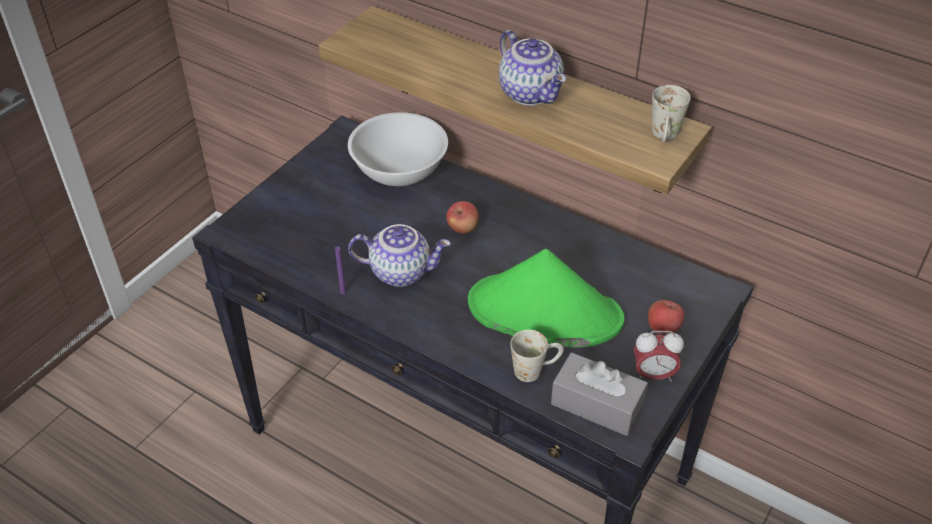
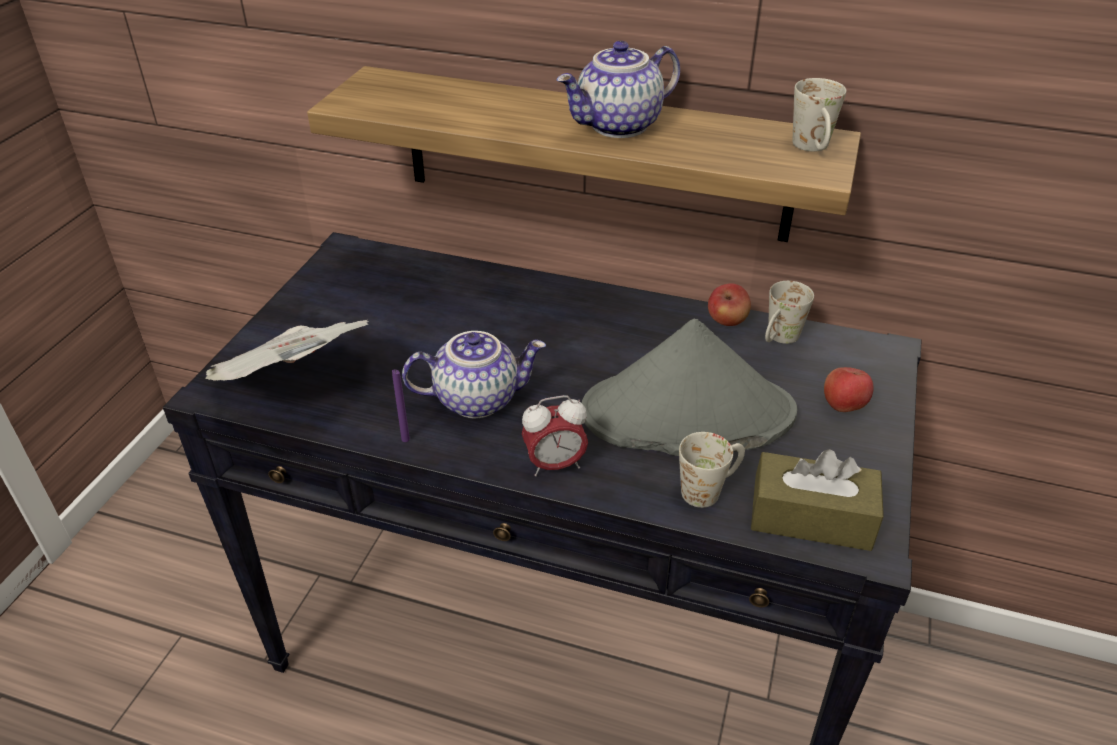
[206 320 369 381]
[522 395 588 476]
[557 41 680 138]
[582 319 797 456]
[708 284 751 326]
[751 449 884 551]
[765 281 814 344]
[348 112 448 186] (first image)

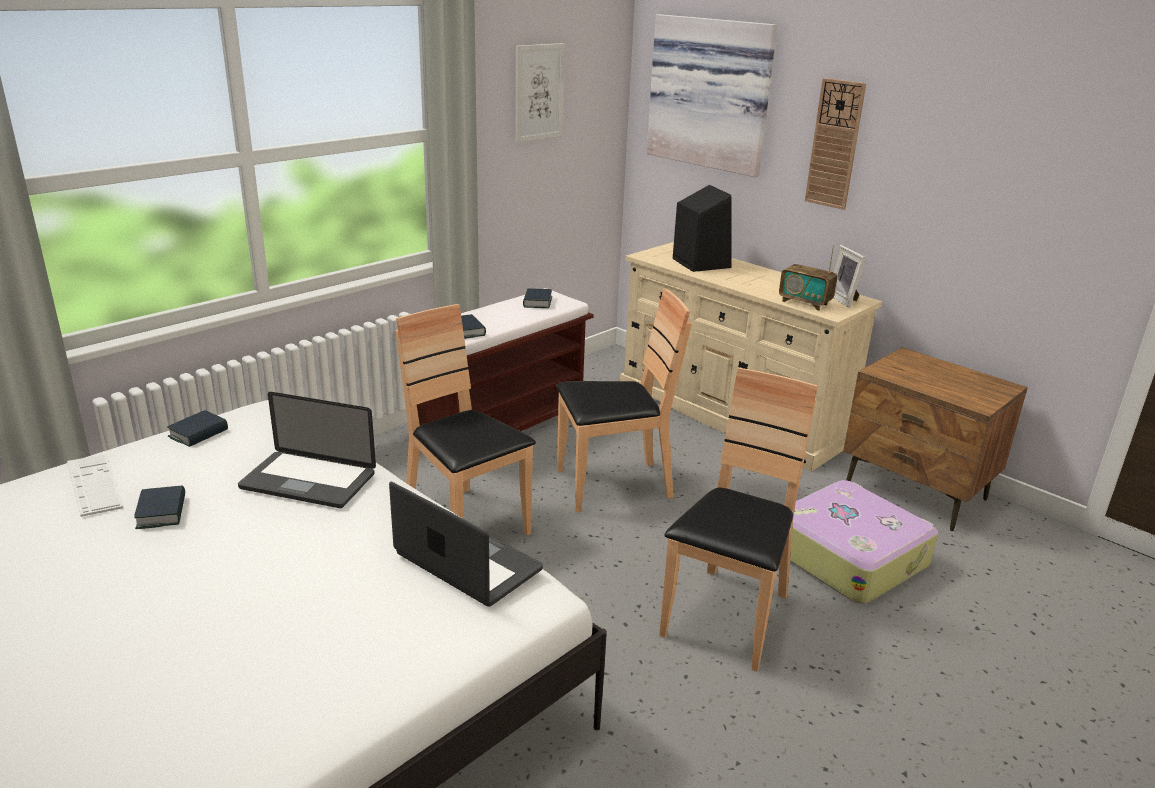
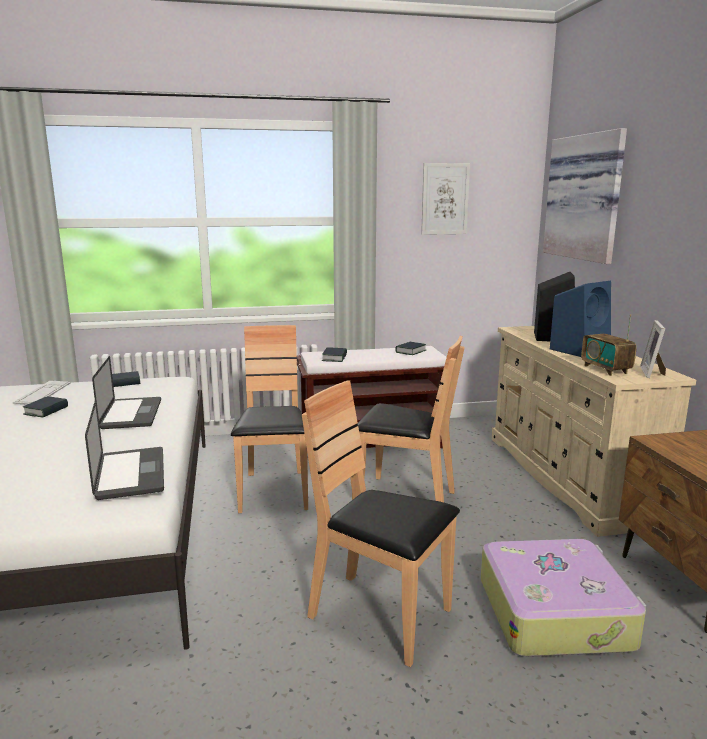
[92 356 161 429]
[302 380 460 667]
[550 281 611 357]
[805 78 866 210] (first image)

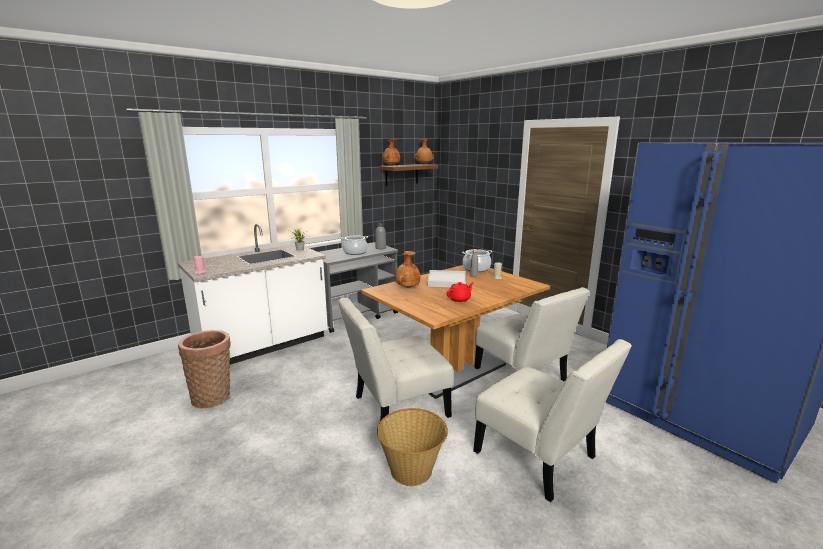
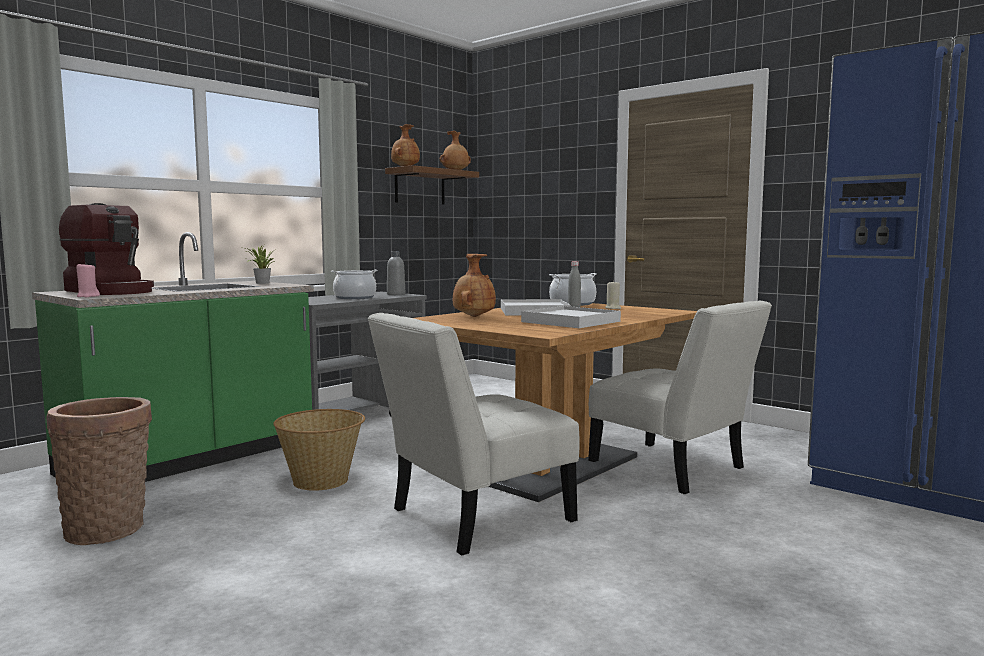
[32 232 314 482]
[59 203 154 295]
[273 409 365 491]
[521 306 621 328]
[473 339 632 502] (first image)

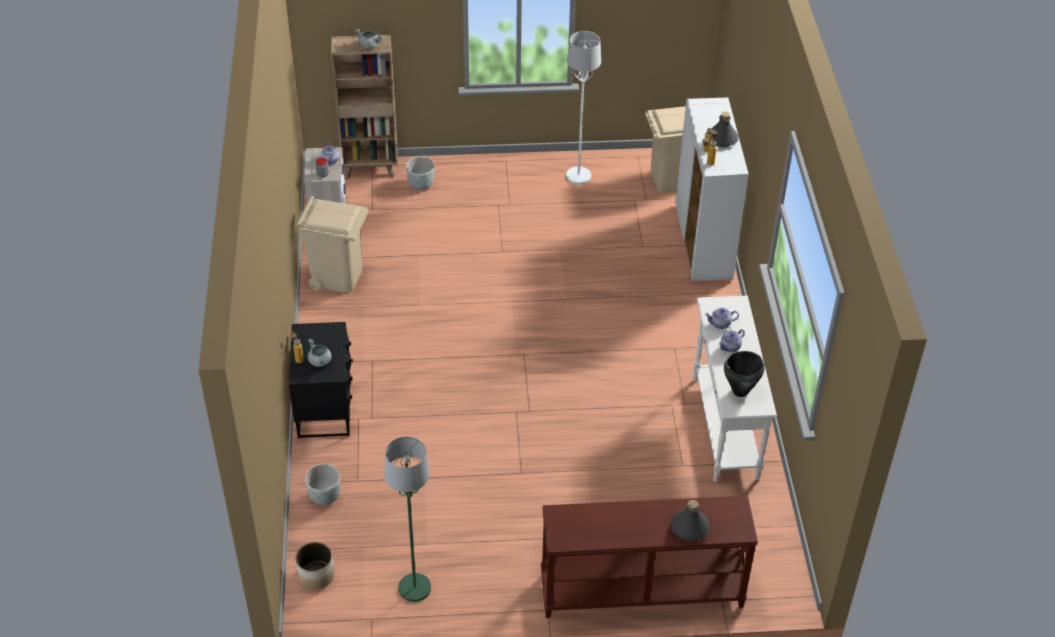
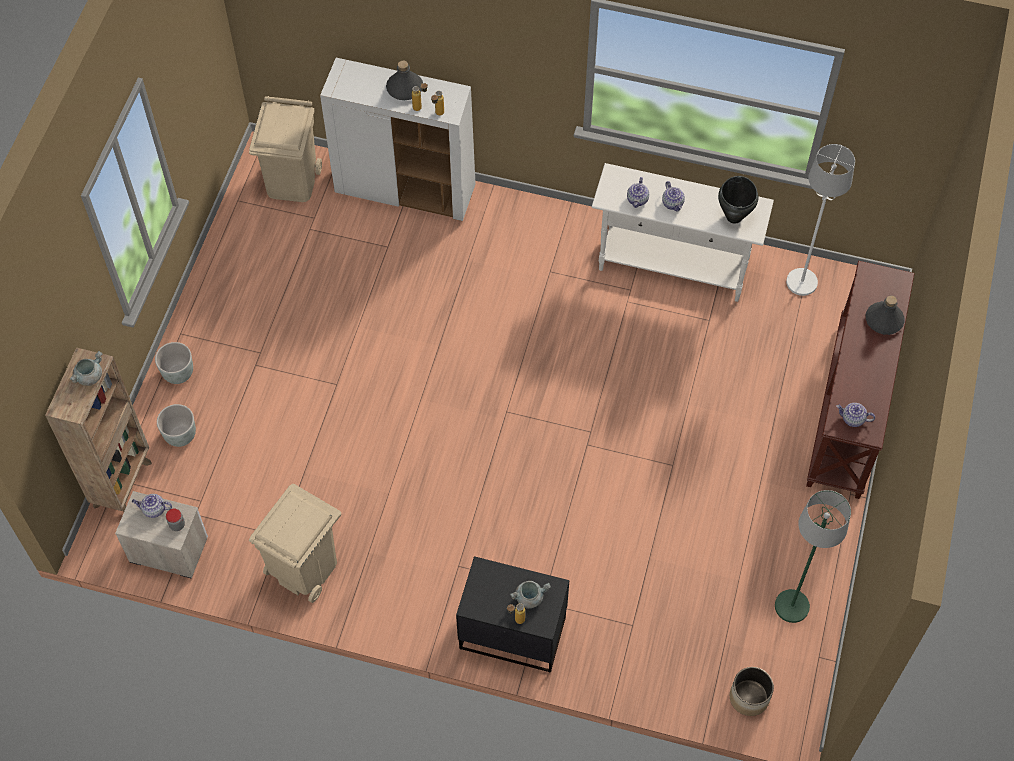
[155 342 193 384]
[786 144 855 296]
[836 403 875 427]

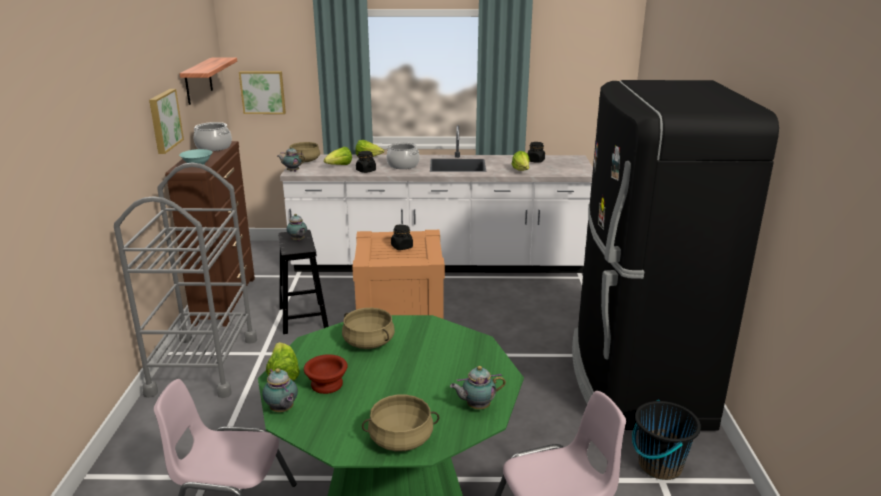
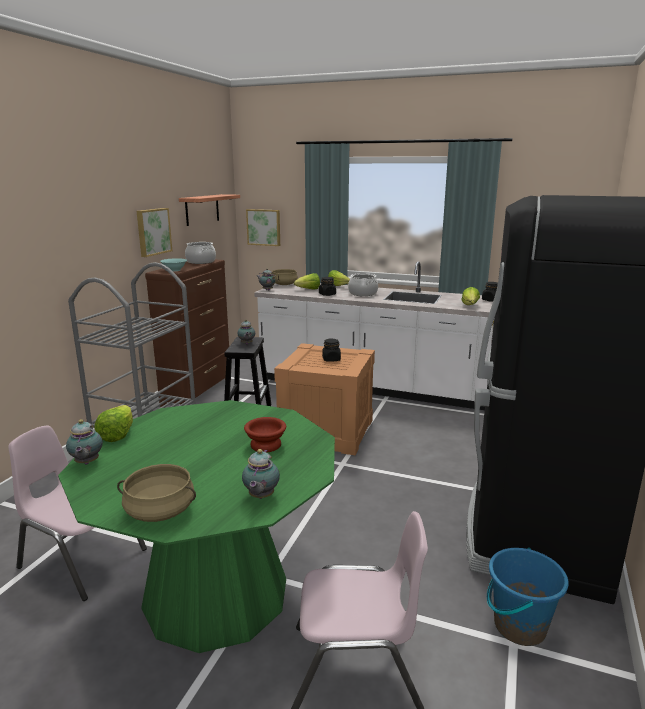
[242 449 280 499]
[244 417 286 452]
[487 548 569 646]
[342 308 395 349] (first image)

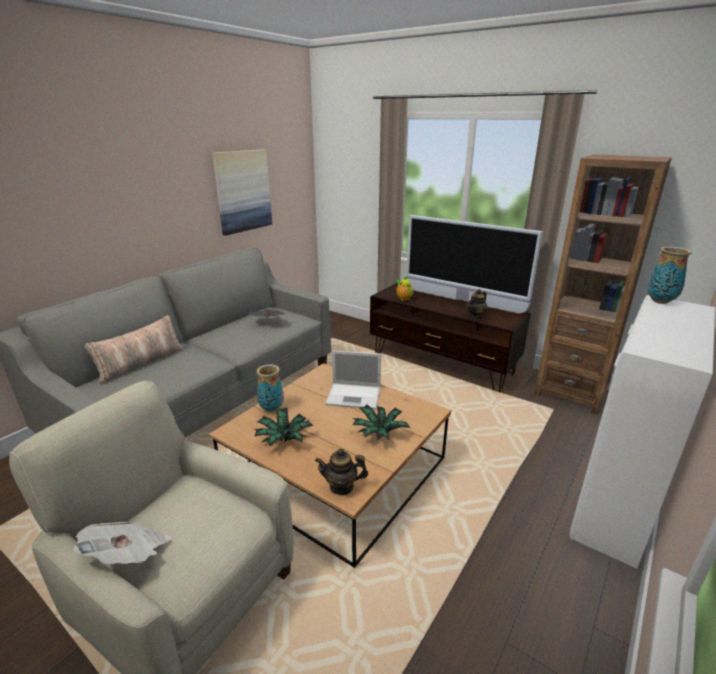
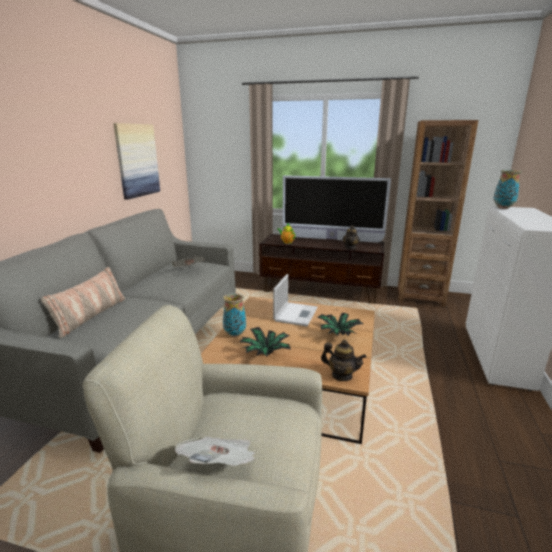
[273 274 318 326]
[321 340 366 381]

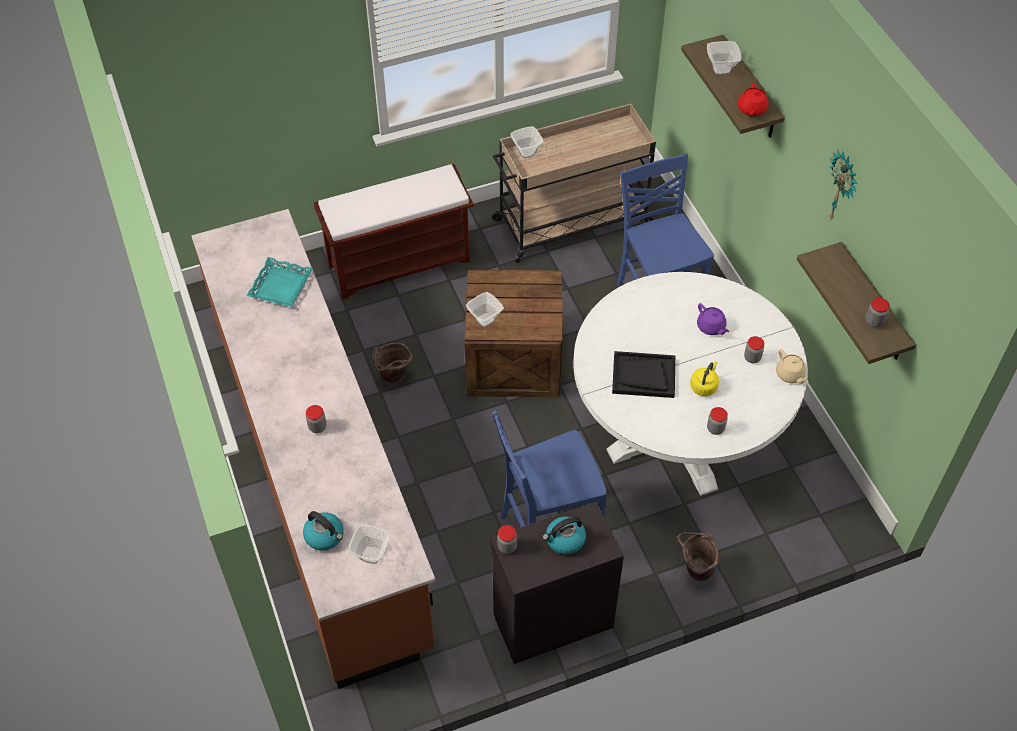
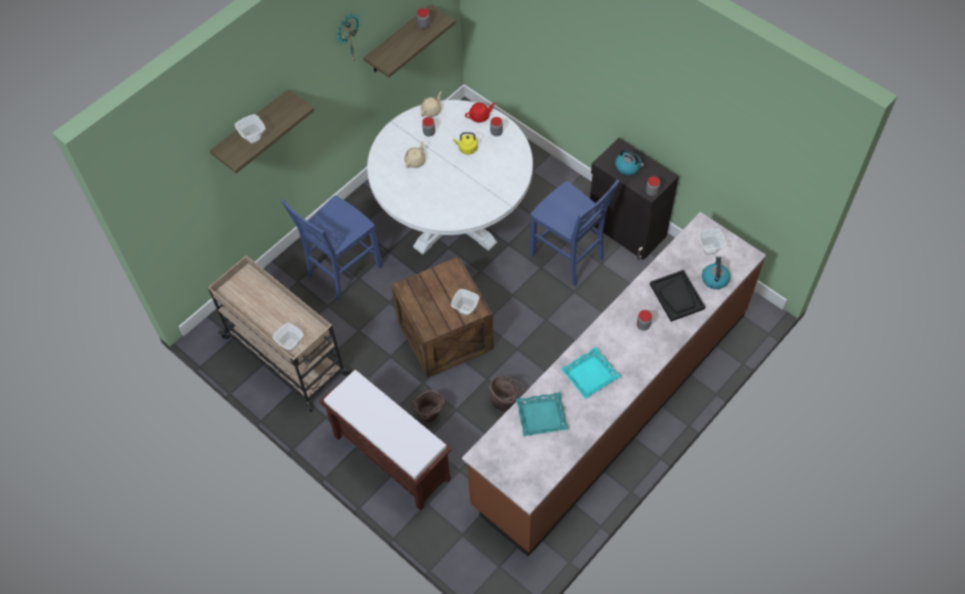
[404 141 426 168]
[412 390 445 423]
[465 103 495 123]
[561 347 621 399]
[650 270 705 322]

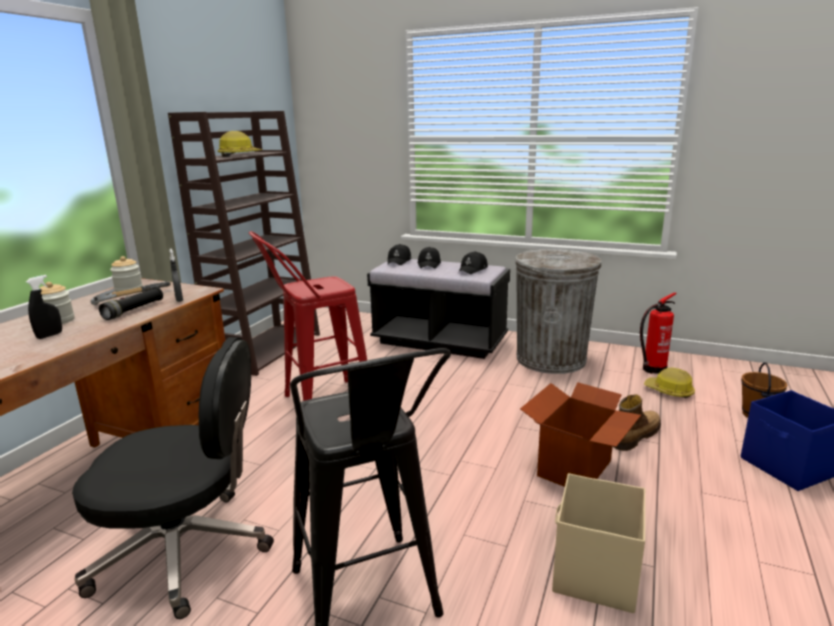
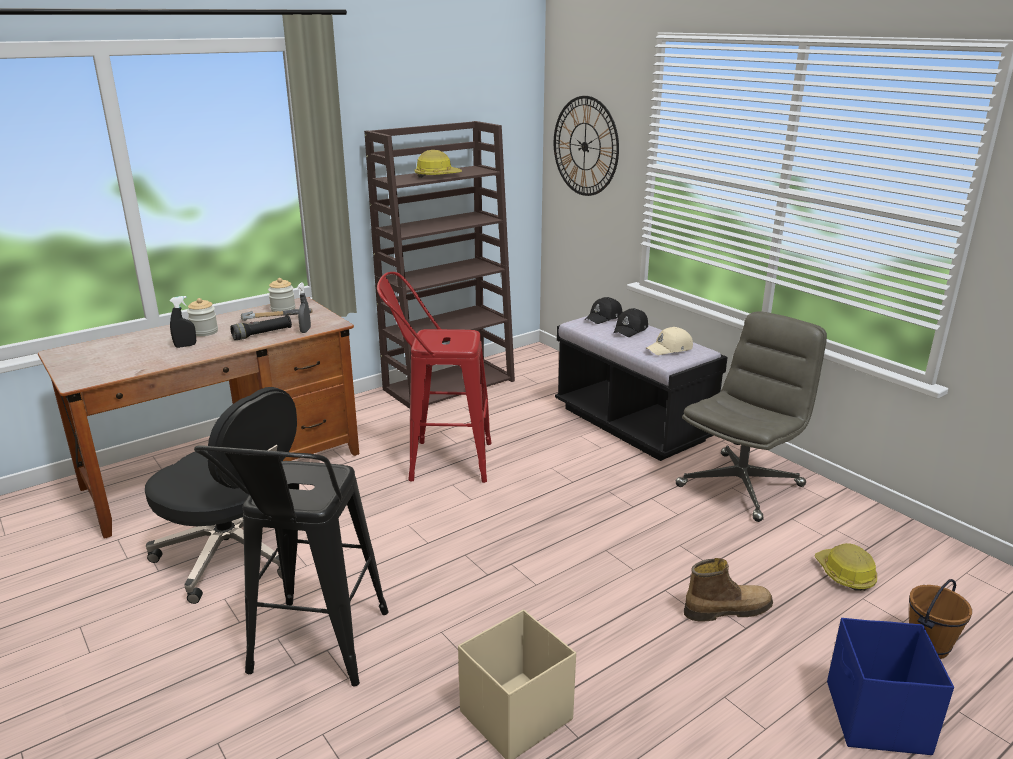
[554 96 619 196]
[646 327 693 355]
[675 312 827 522]
[520 382 641 487] (first image)
[640 292 677 374] (first image)

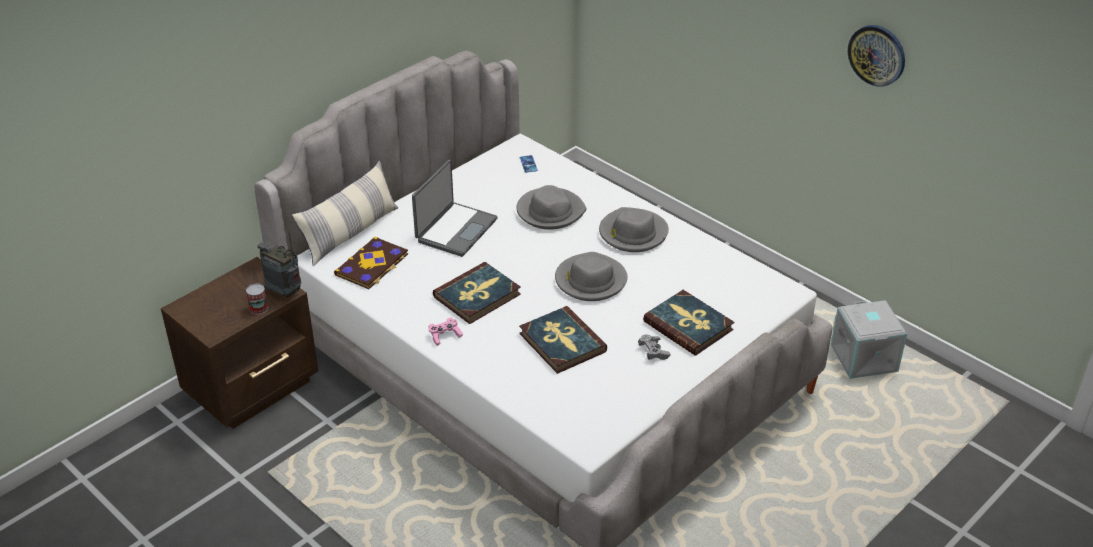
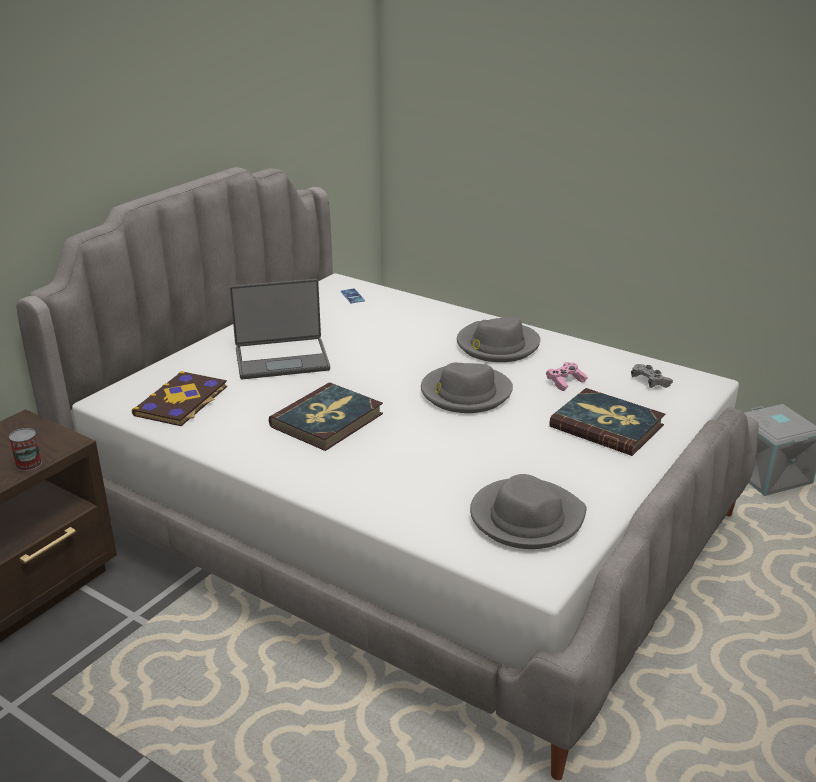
[230 279 330 379]
[470 474 587 549]
[546 362 588 391]
[631 364 673 388]
[258 232 301 298] (first image)
[292 160 398 266] (first image)
[519 306 607 374] (first image)
[848 25 905 87] (first image)

